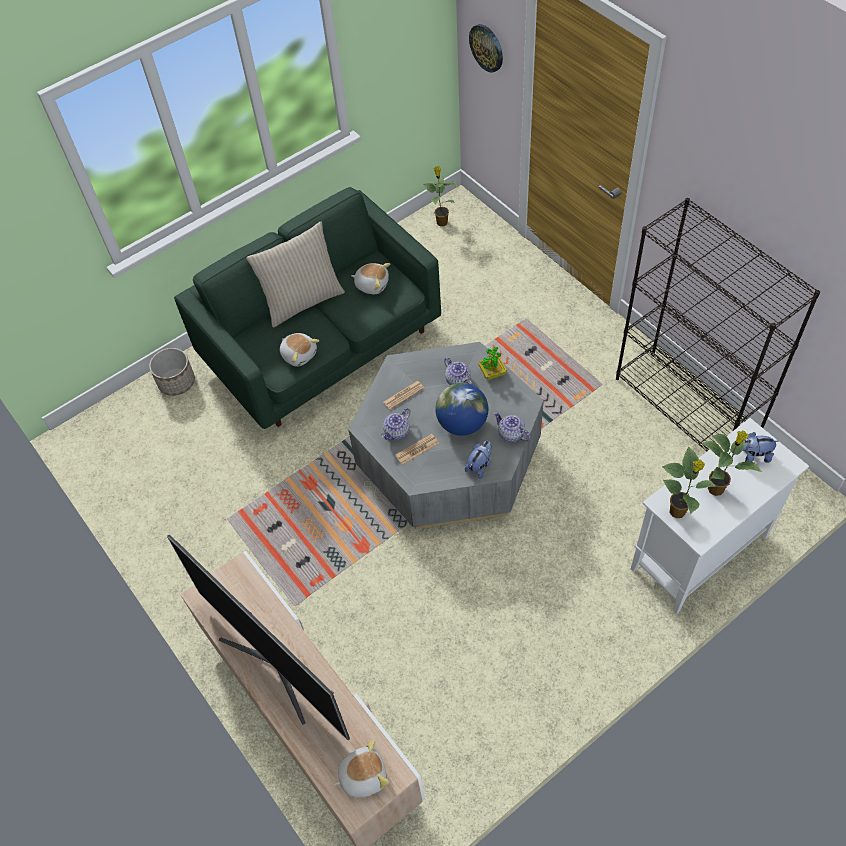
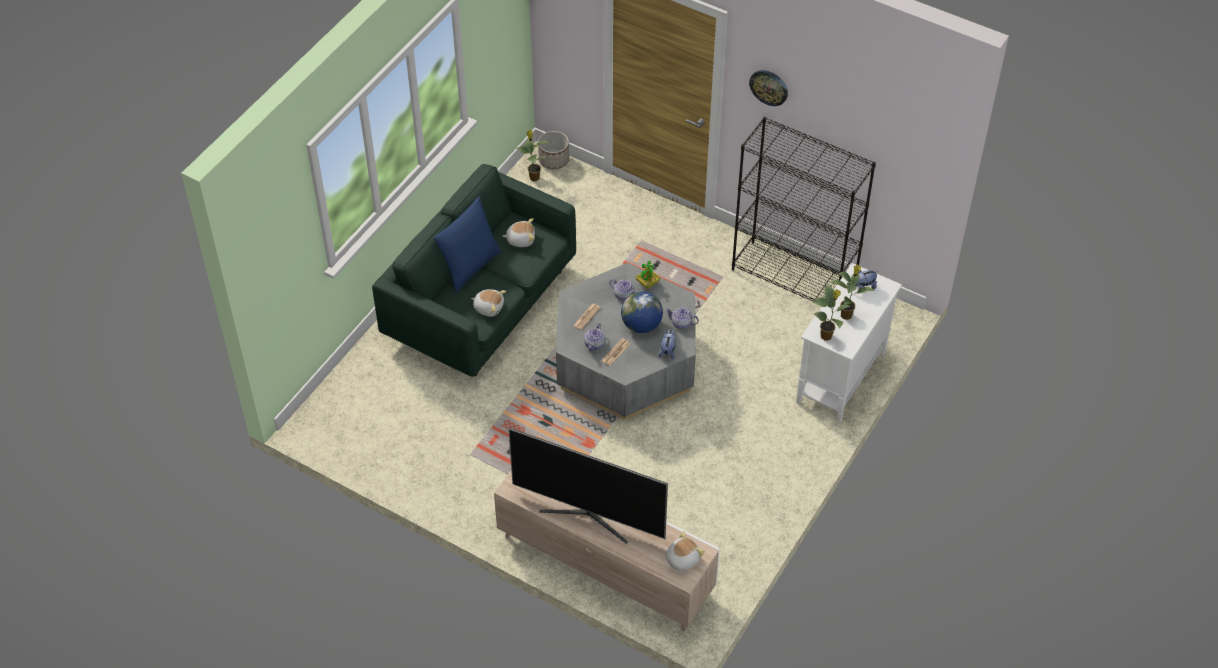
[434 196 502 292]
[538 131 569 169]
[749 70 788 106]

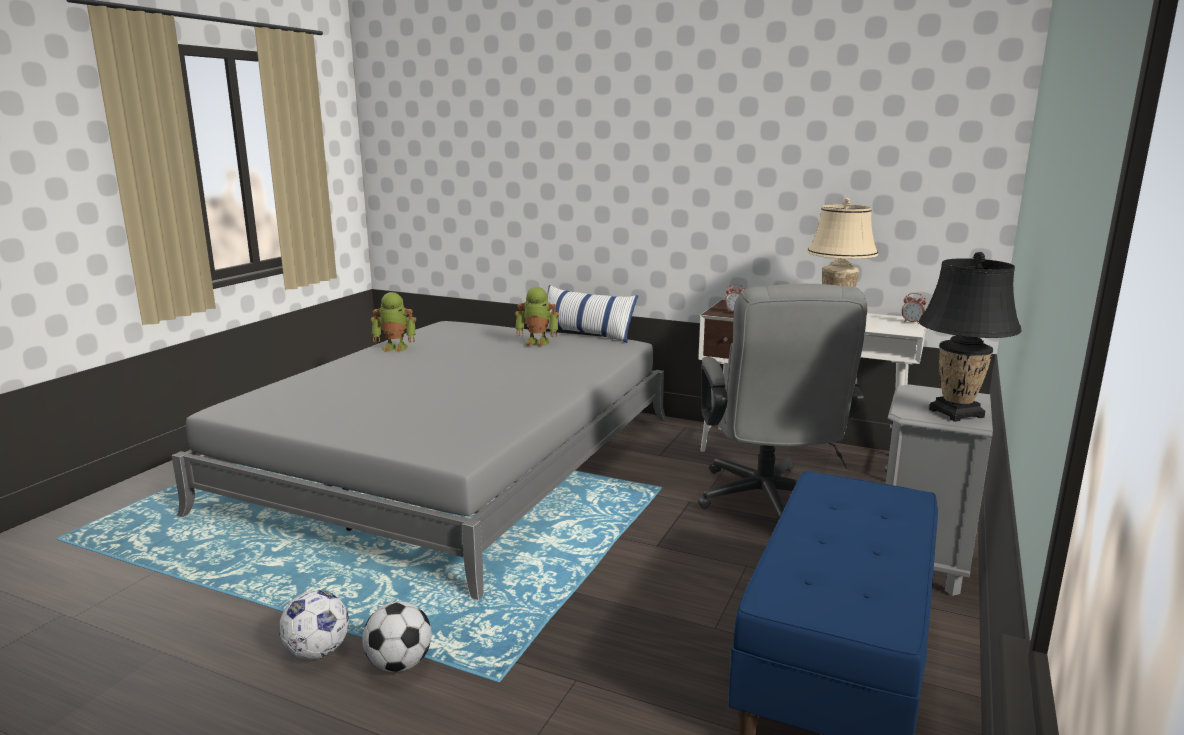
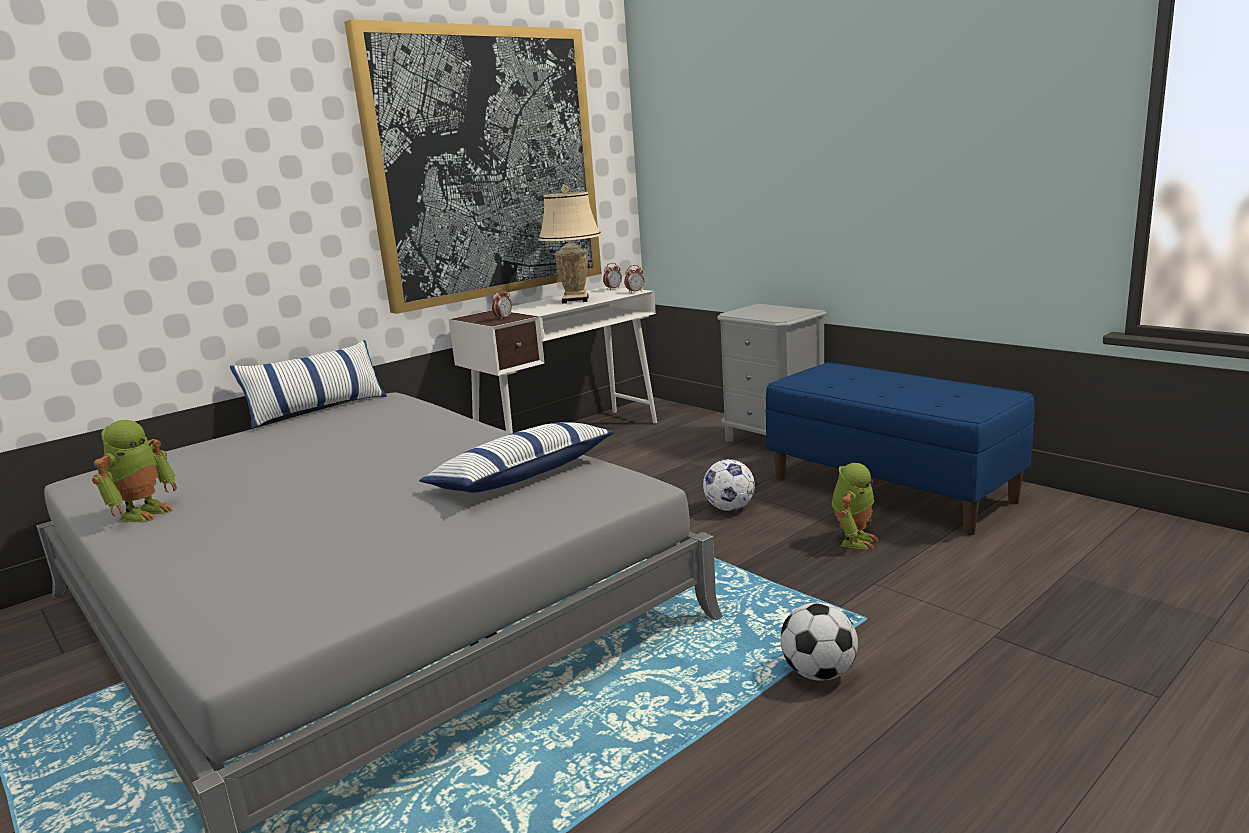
[344 19 602 314]
[419 422 615 493]
[624 265 644 293]
[703 459 755 511]
[832 463 879 550]
[698 284 867 523] (first image)
[919 252 1022 422] (first image)

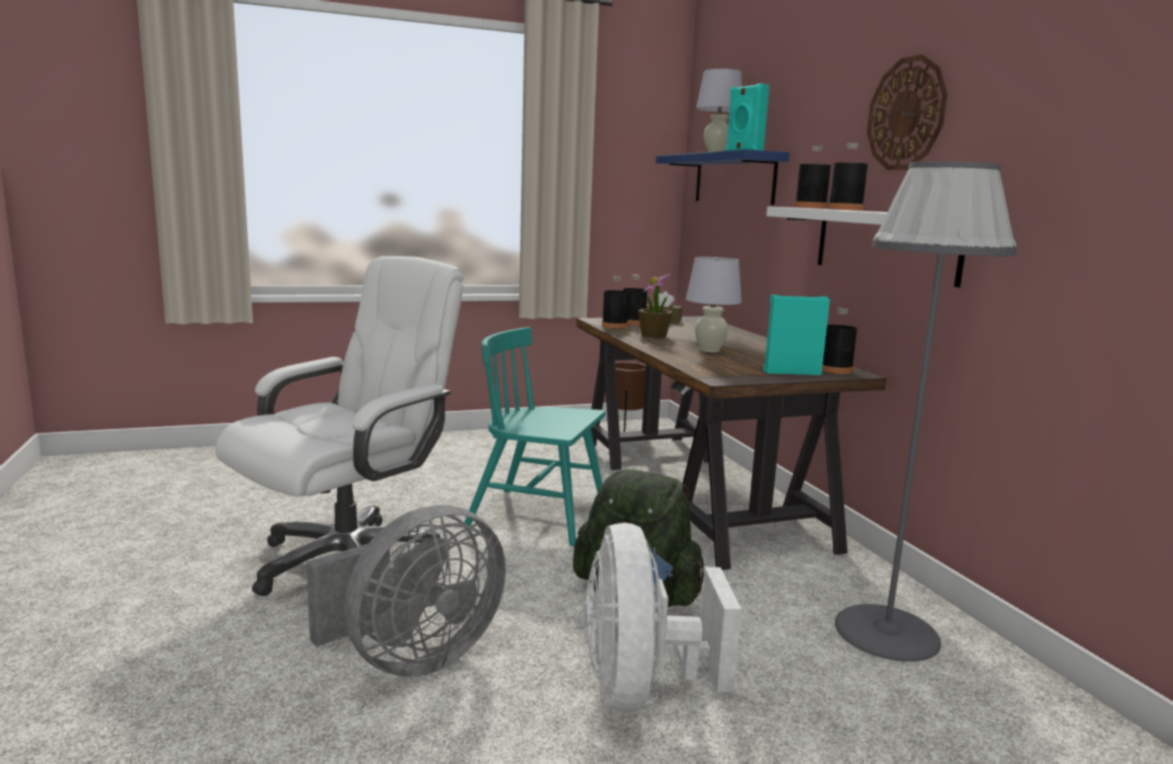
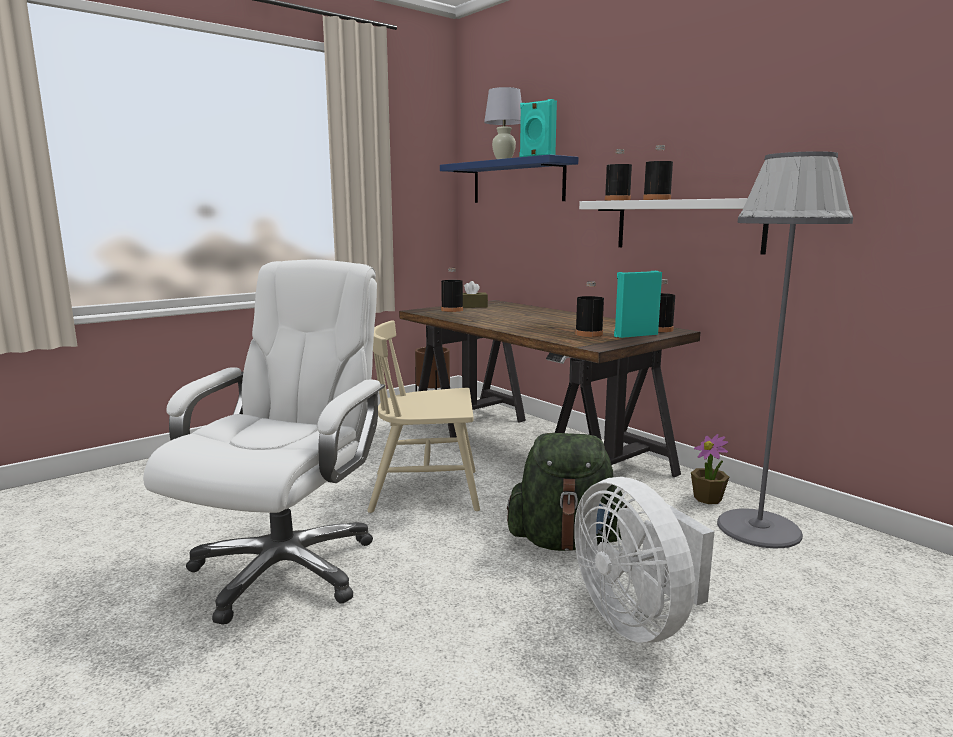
[367 321 480 513]
[575 281 604 337]
[691 434 729 504]
[306 505 506 677] (first image)
[686 257 742 353] (first image)
[867 54 948 170] (first image)

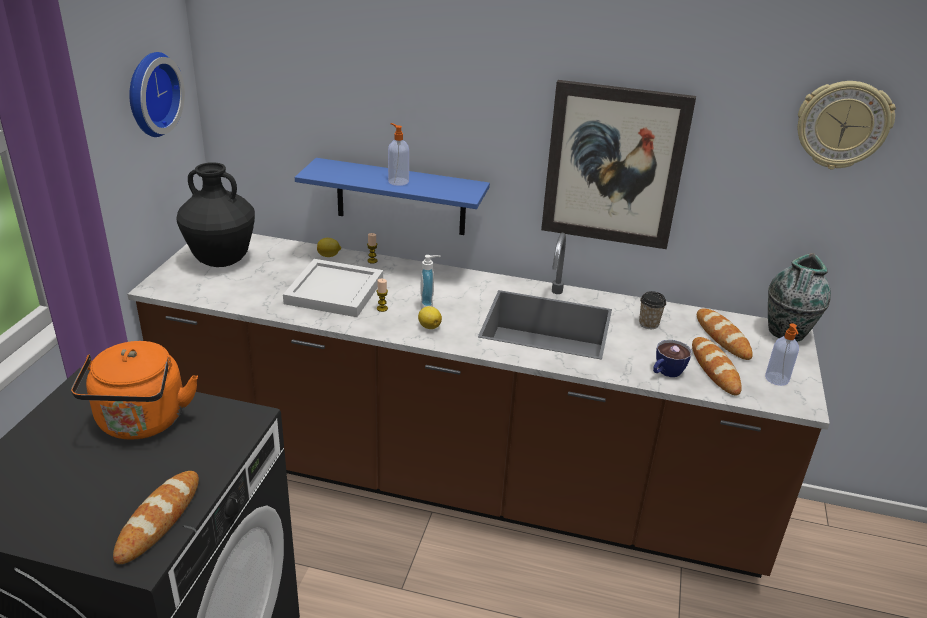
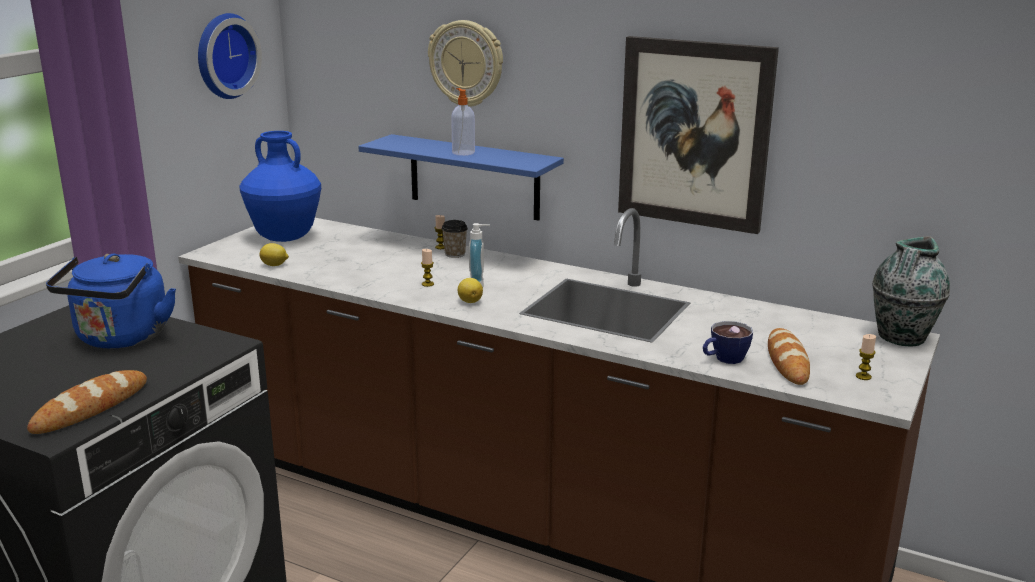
[46 253 176 348]
[239 131 321 242]
[260 243 289 266]
[428 20 503 107]
[442 220 468 258]
[856 334 876 380]
[283 259 383 317] (first image)
[697 308 753 360] (first image)

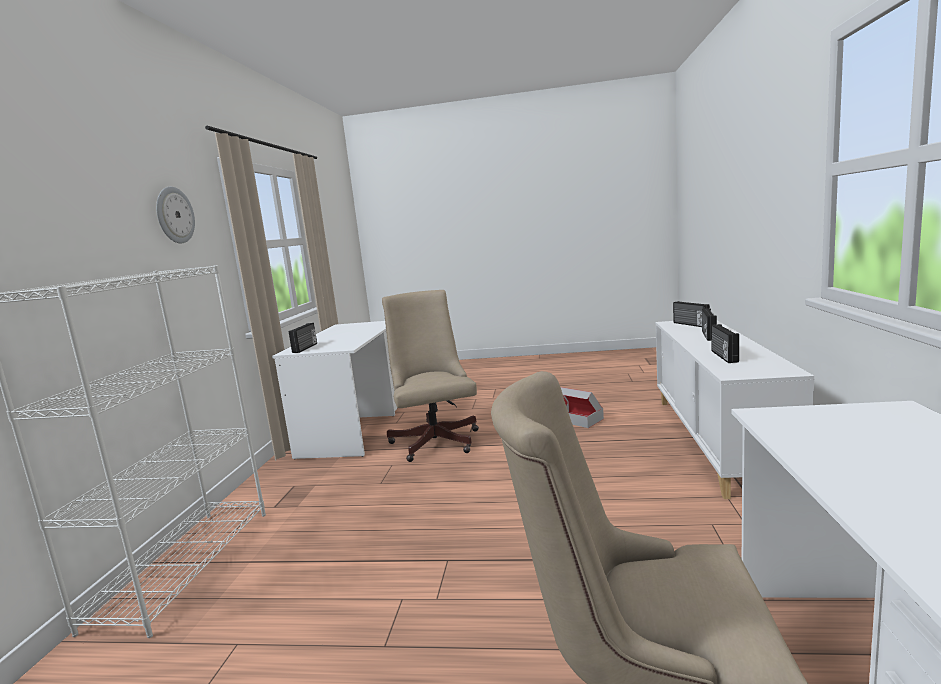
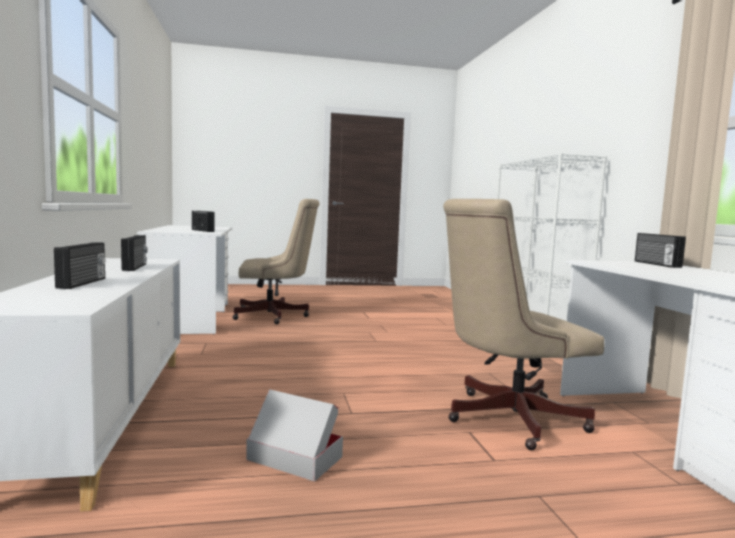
[192 211 214 232]
[443 199 604 450]
[156 187 195 243] (first image)

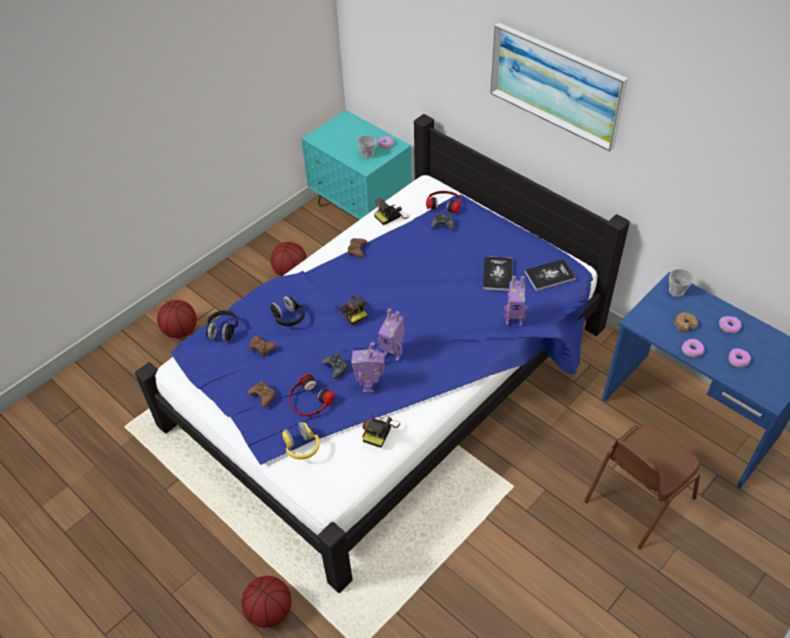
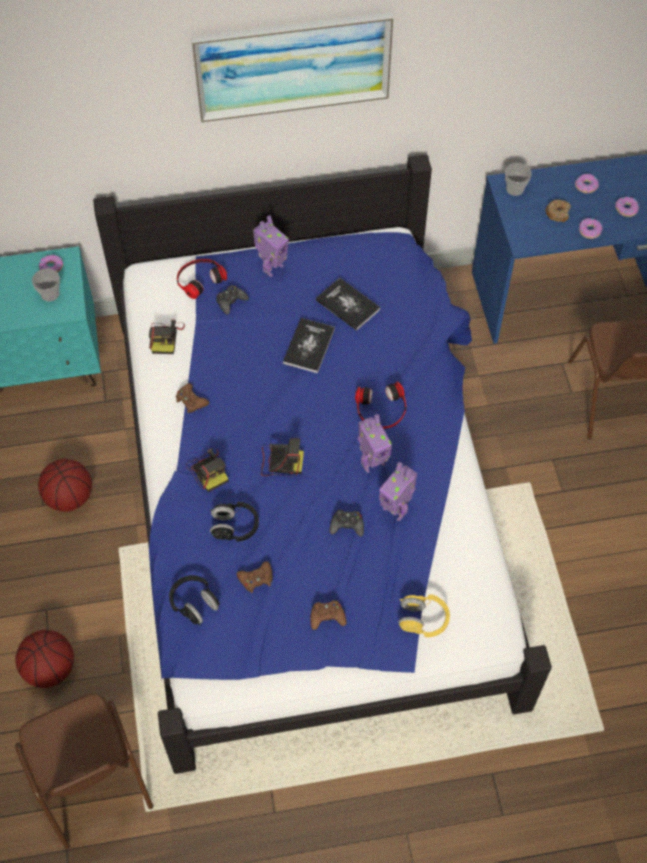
[15 693 153 849]
[186 448 229 492]
[253 215 289 277]
[283 318 335 373]
[355 382 407 429]
[241 576 291 628] (first image)

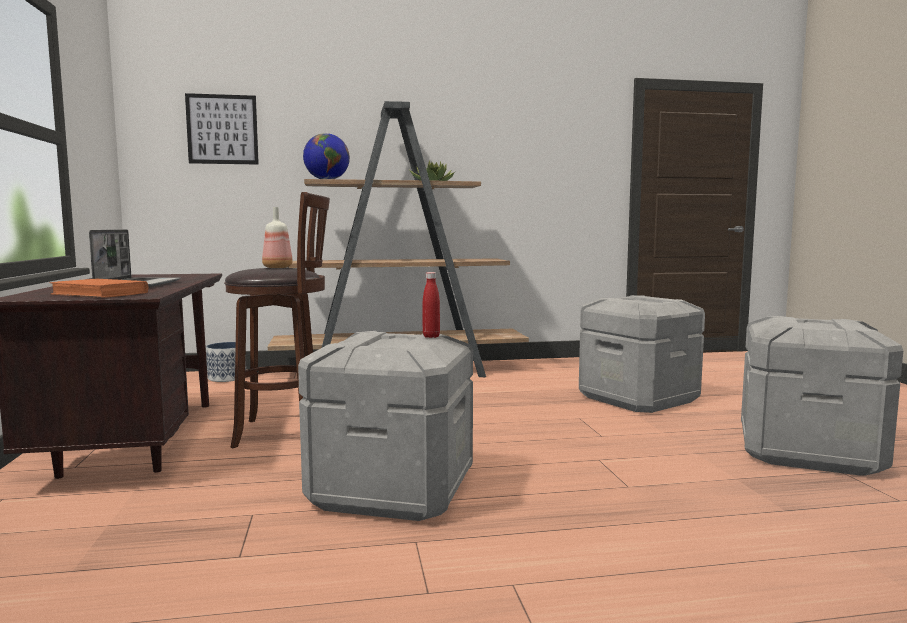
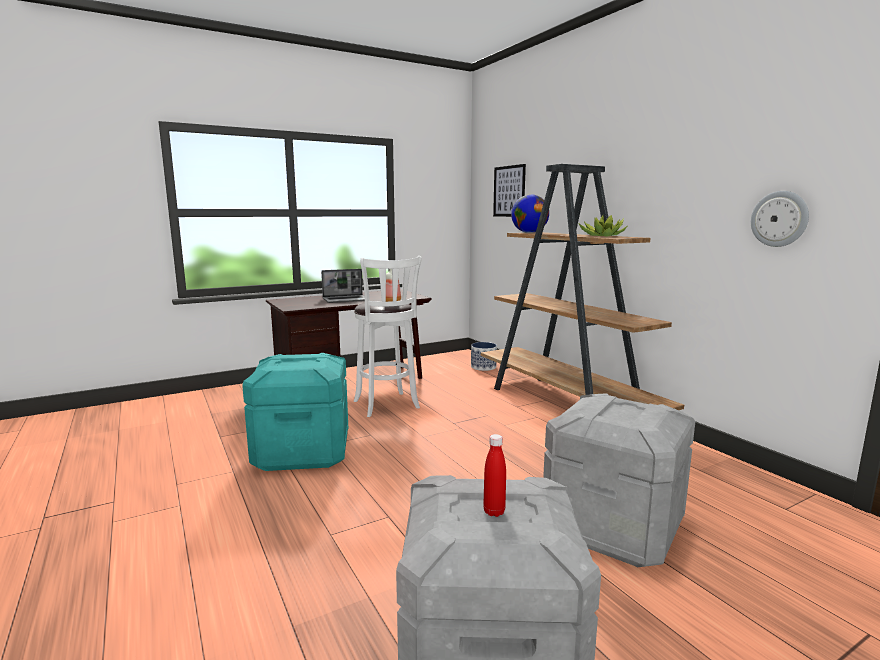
[242 353 348 471]
[354 256 422 417]
[483 434 506 517]
[751 191 809 247]
[49 279 148 298] (first image)

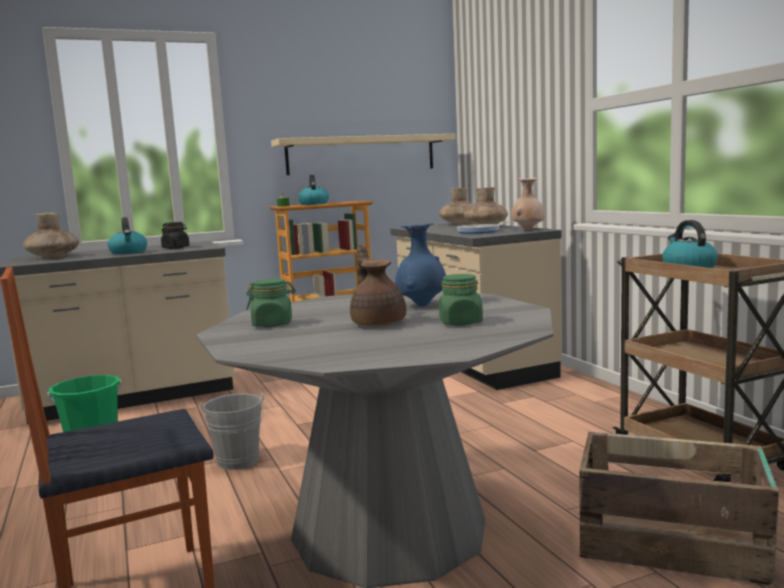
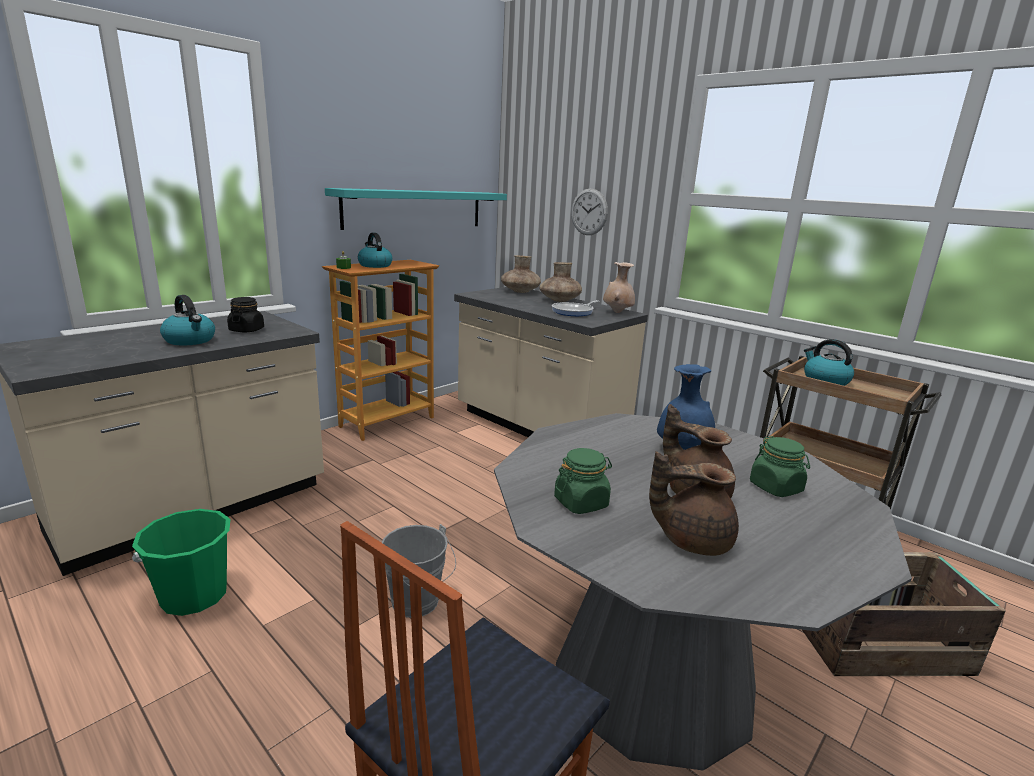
[325 188 507 230]
[571 189 608 235]
[649 451 739 556]
[23 213 79 258] (first image)

